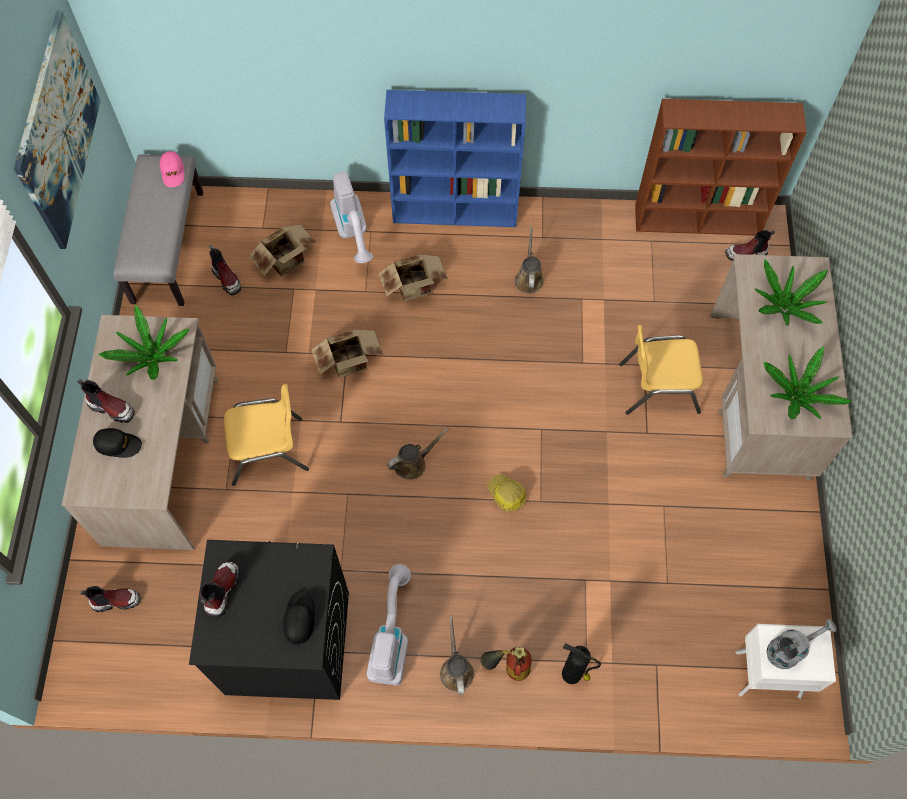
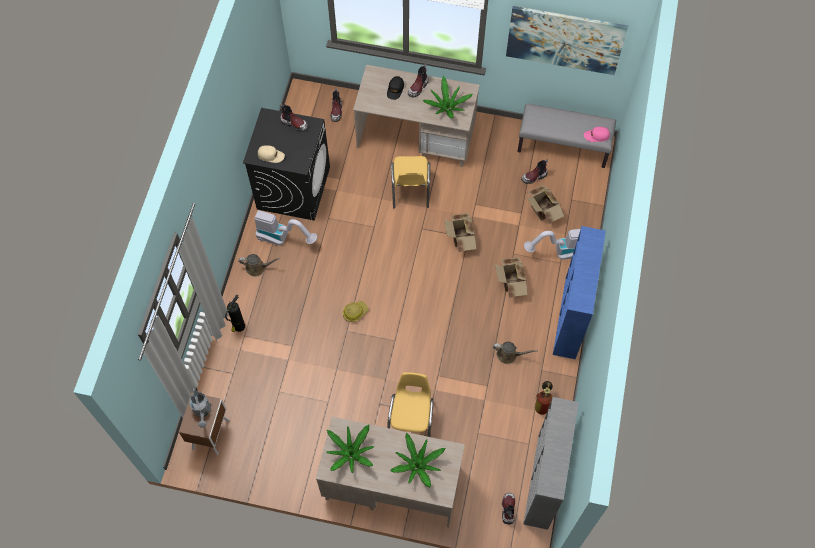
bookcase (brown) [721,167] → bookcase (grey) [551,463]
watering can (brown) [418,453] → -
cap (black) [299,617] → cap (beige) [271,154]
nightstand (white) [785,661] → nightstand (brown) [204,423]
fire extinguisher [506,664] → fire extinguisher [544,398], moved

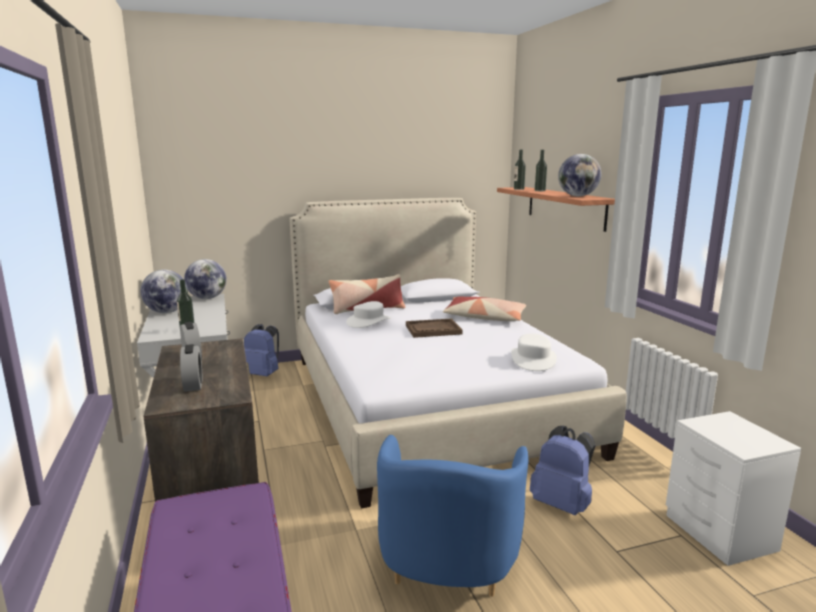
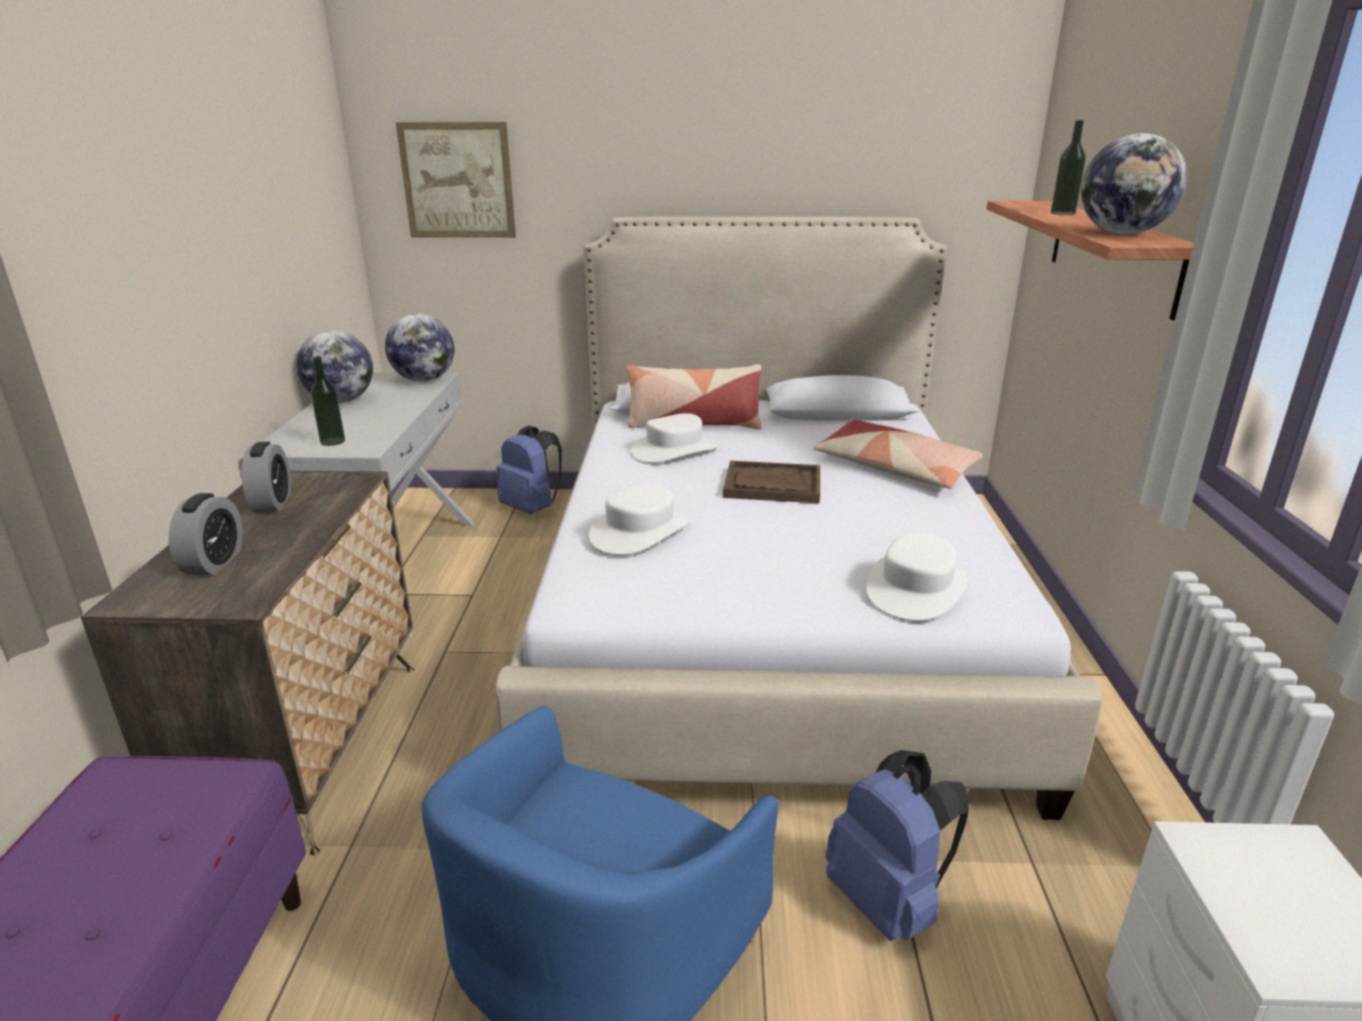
bottle [520,170] → -
- → picture [456,180]
- → hat (white) [640,519]

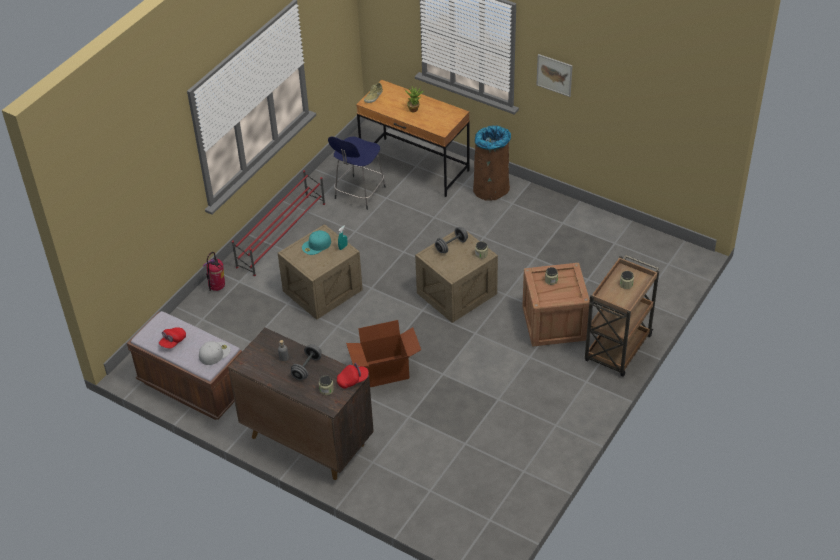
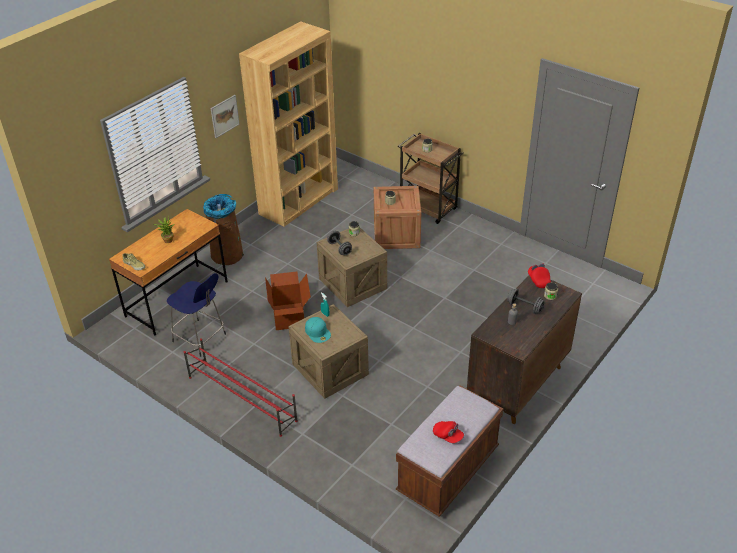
fire extinguisher [214,271] → -
cardboard box [383,353] → cardboard box [288,300], moved
cap (white) [215,353] → -
- → bookcase (brown) [288,124]

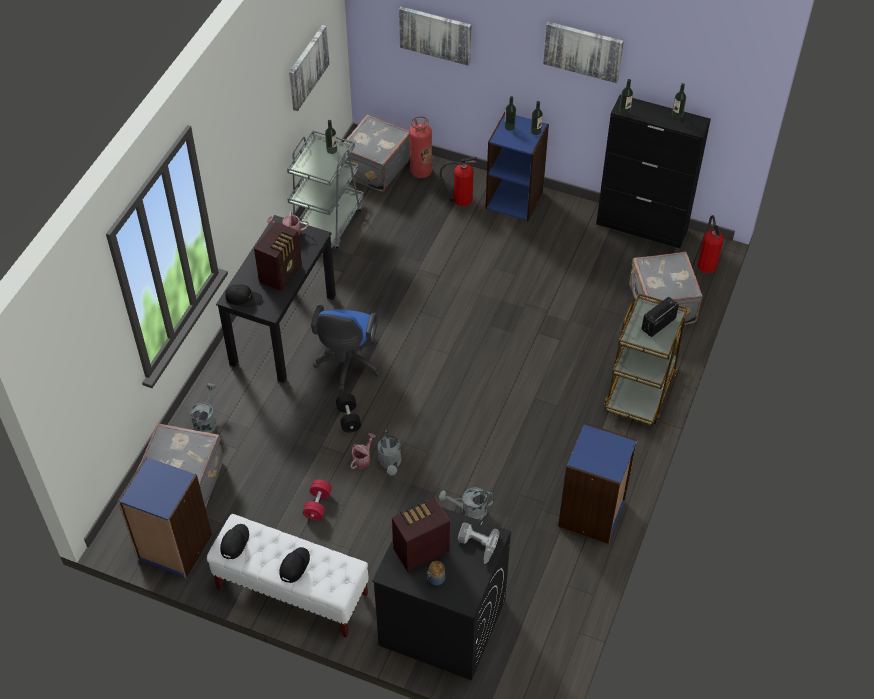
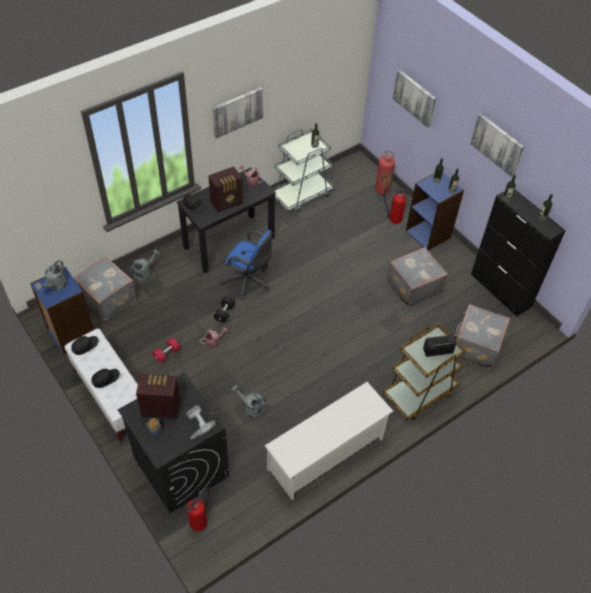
picture [309,68] → picture [238,112], moved
suitcase (grey) [377,153] → suitcase (grey) [417,277], moved
fire extinguisher [710,244] → fire extinguisher [198,509], moved
office chair (blue) [346,347] → office chair (blue) [246,265], 105 degrees counterclockwise
bookcase (blue) [597,483] → shoe rack (white) [329,441]
watering can (grey) [390,452] → watering can (grey) [51,275], moved

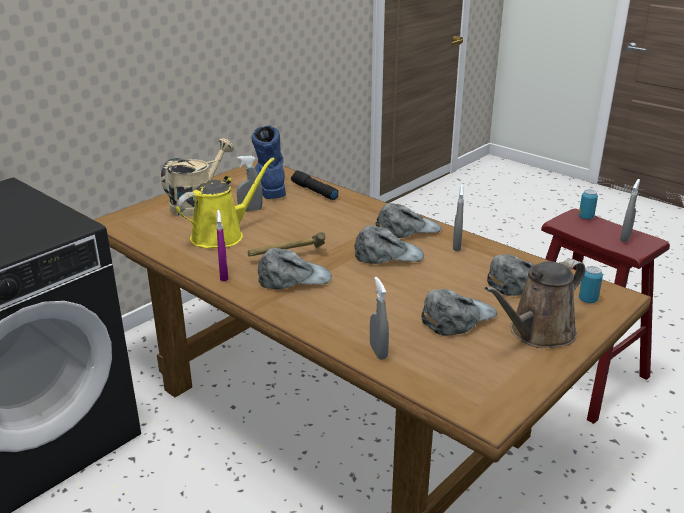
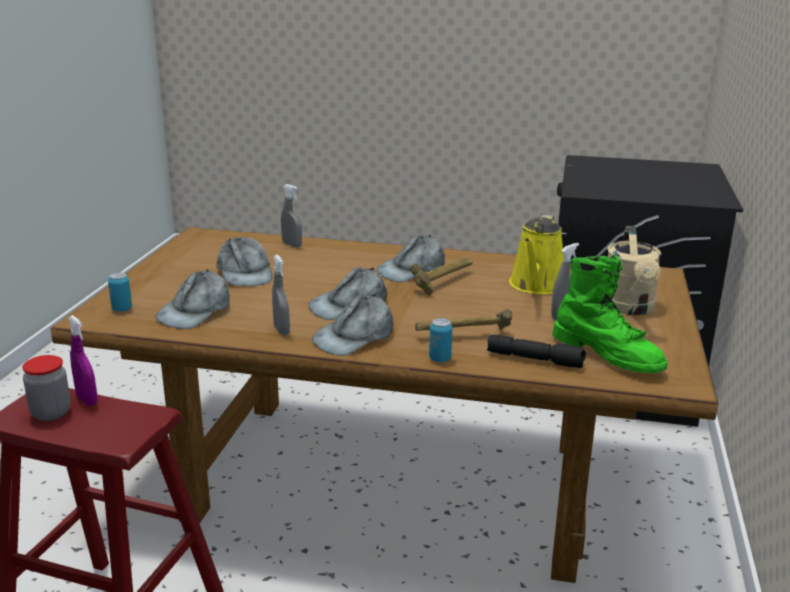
boot (blue) [269,162] → boot (green) [609,313]
spray bottle (grey) [630,210] → jar [46,388]
can [588,204] → can [440,340], moved
spray bottle (purple) [222,245] → spray bottle (purple) [83,360], moved
watering can (brown) [535,303] → -
cap (grey) [459,312] → cap (grey) [244,261], 45 degrees counterclockwise
- → hammer [463,320]

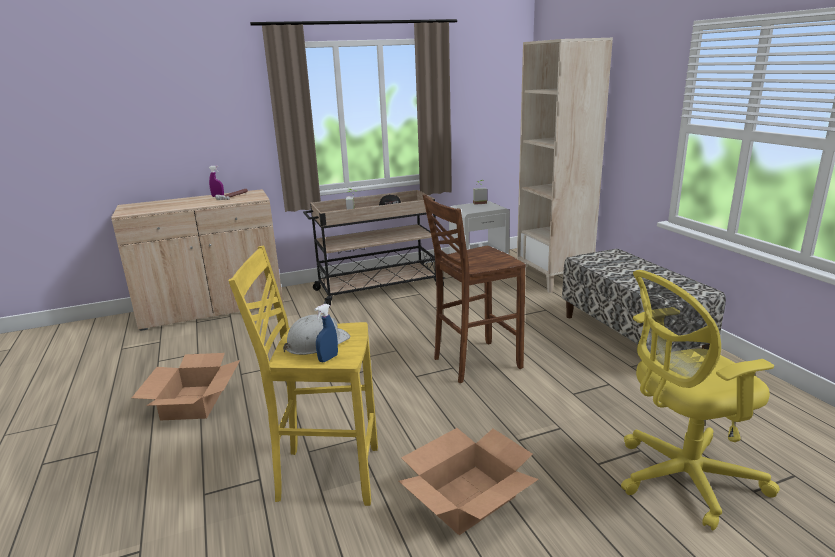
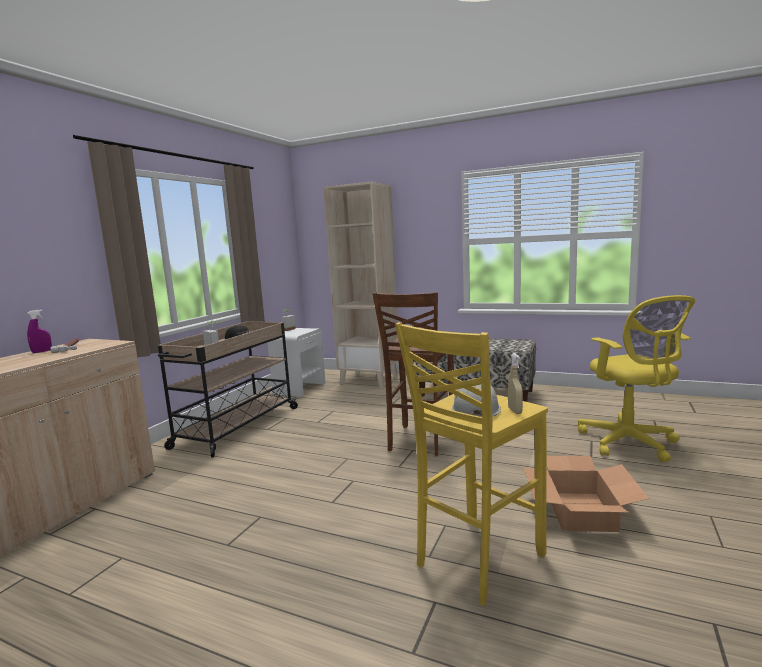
office chair (yellow) [700,400] → office chair (yellow) [636,378], 45 degrees counterclockwise
spray bottle (blue) [326,333] → spray bottle (beige) [515,383]
cardboard box [186,387] → -

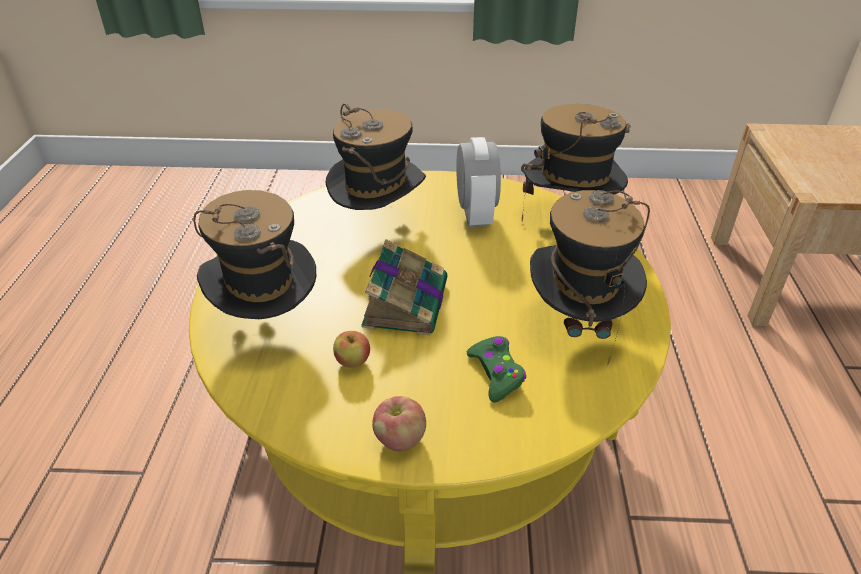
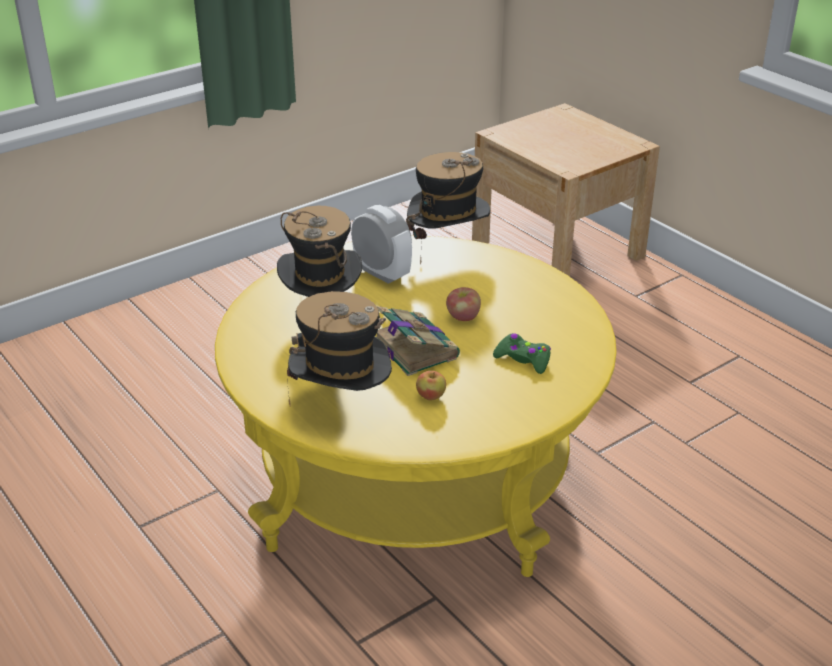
hat [590,278] → -
apple [399,423] → apple [463,304], moved

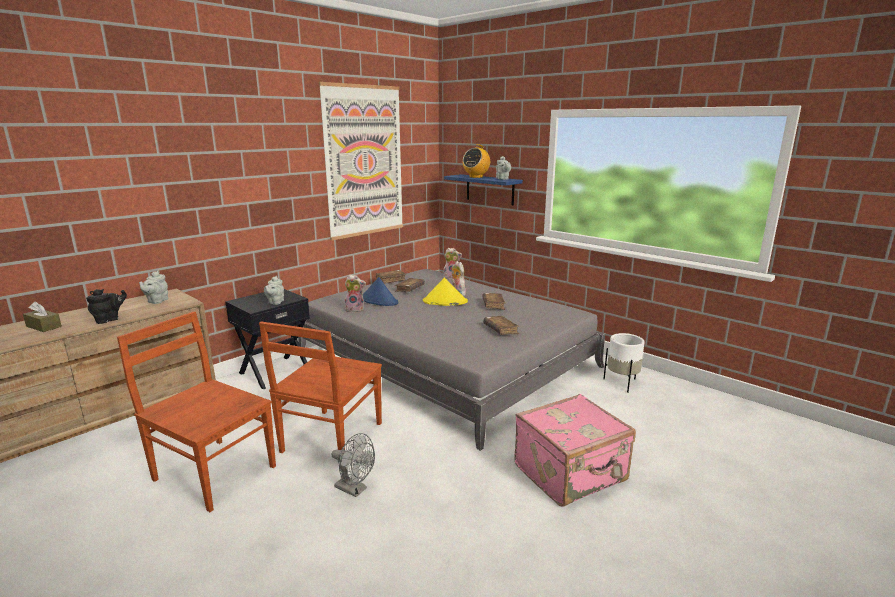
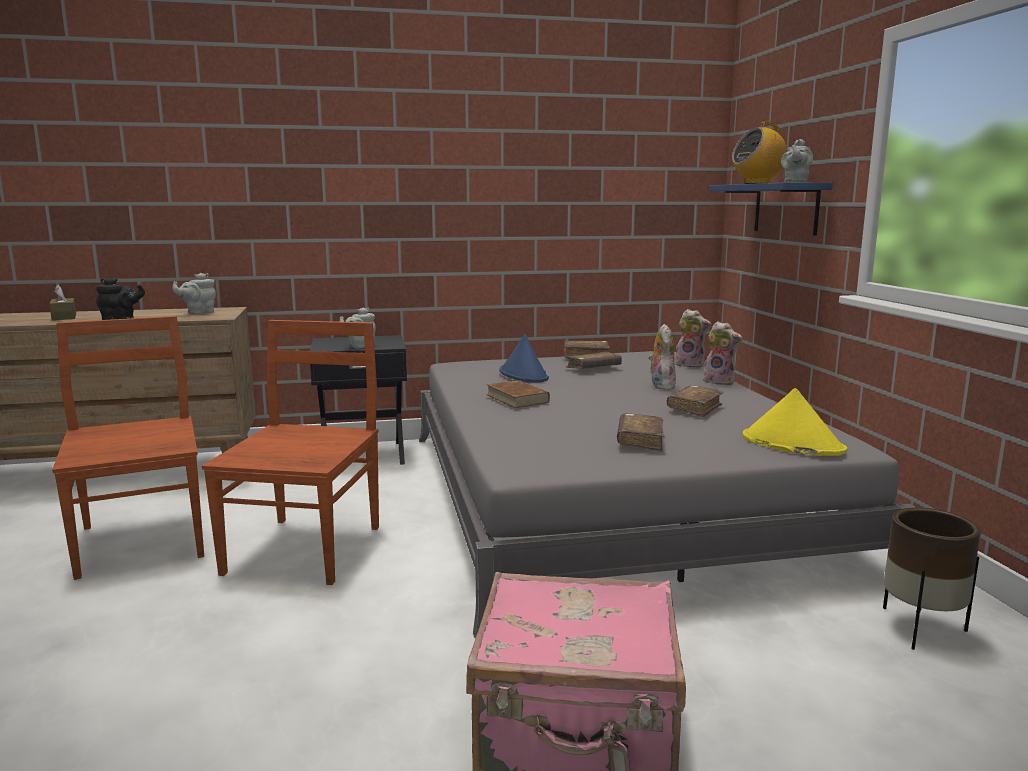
picture [361,161] → -
plush toy [355,293] → plush toy [722,353], moved
hat (yellow) [445,292] → hat (yellow) [795,422], moved
chair (brown) [320,387] → chair (brown) [290,452], 135 degrees clockwise
planter (white) [624,363] → planter (brown) [932,578]
fan (grey) [353,465] → -
- → book (brown) [518,394]

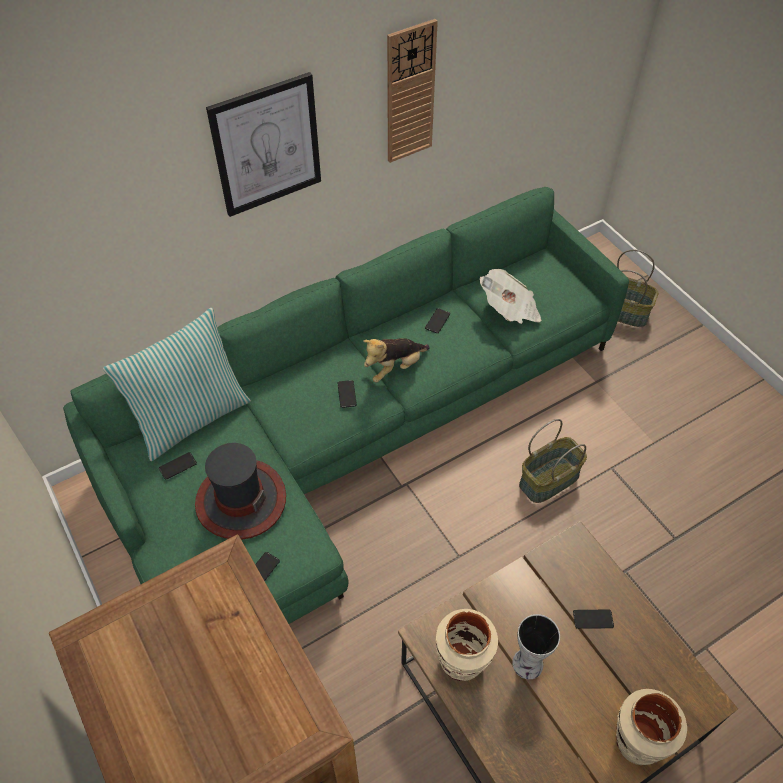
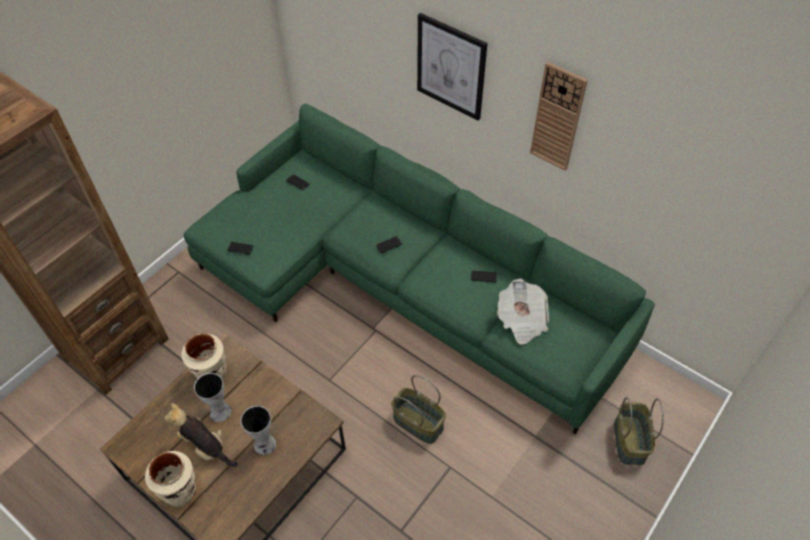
pillow [177,384] → -
plush toy [396,360] → plush toy [201,435], moved
hat [240,491] → -
phone [593,619] → vase [258,430]

